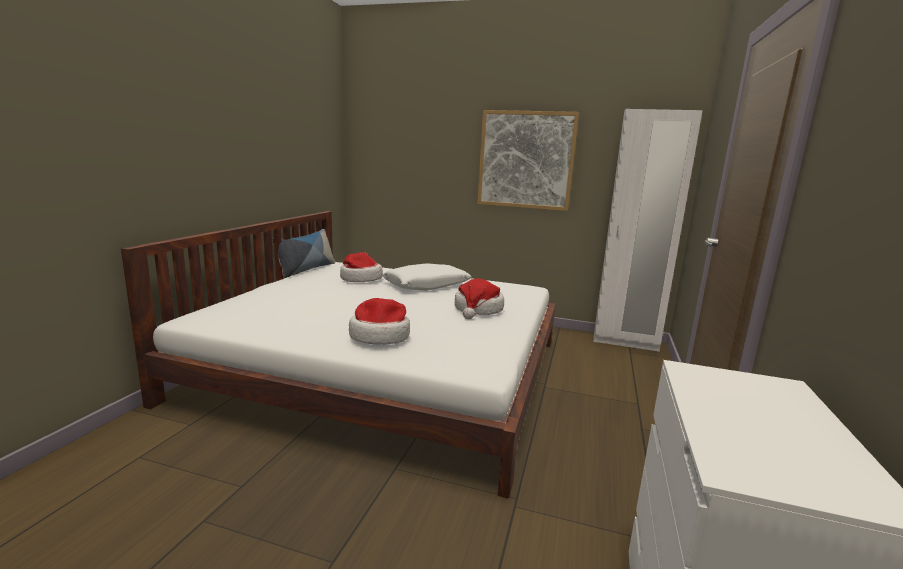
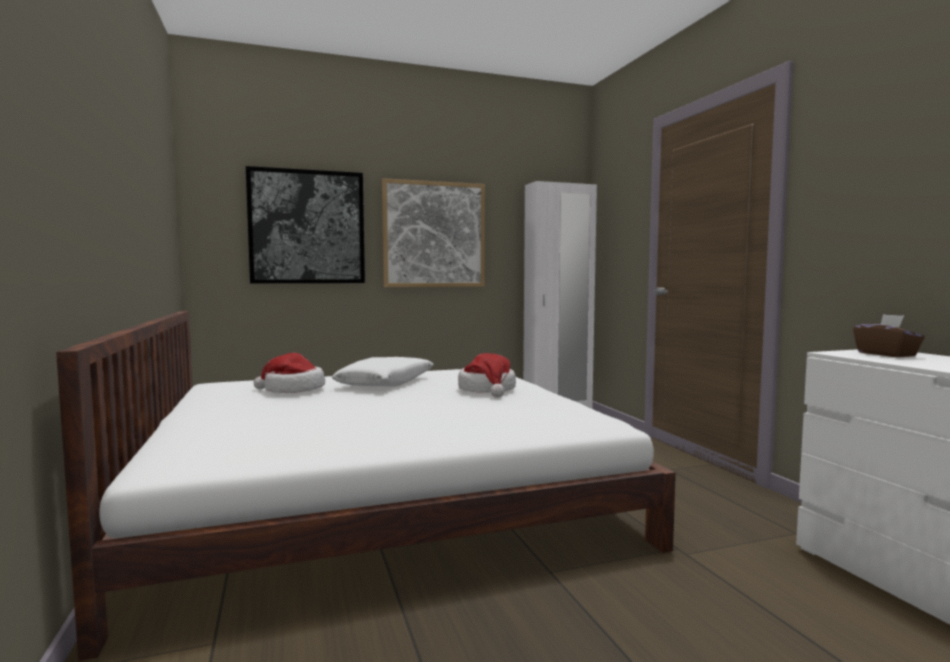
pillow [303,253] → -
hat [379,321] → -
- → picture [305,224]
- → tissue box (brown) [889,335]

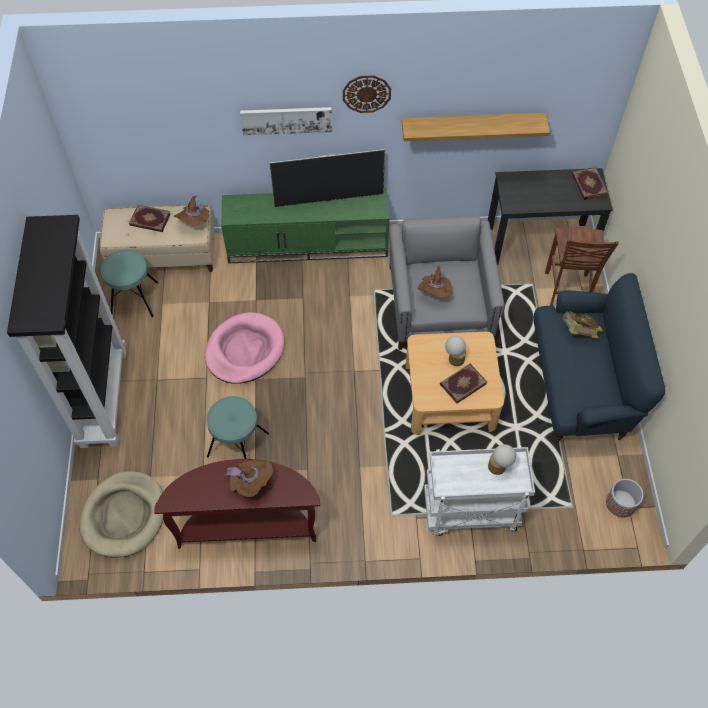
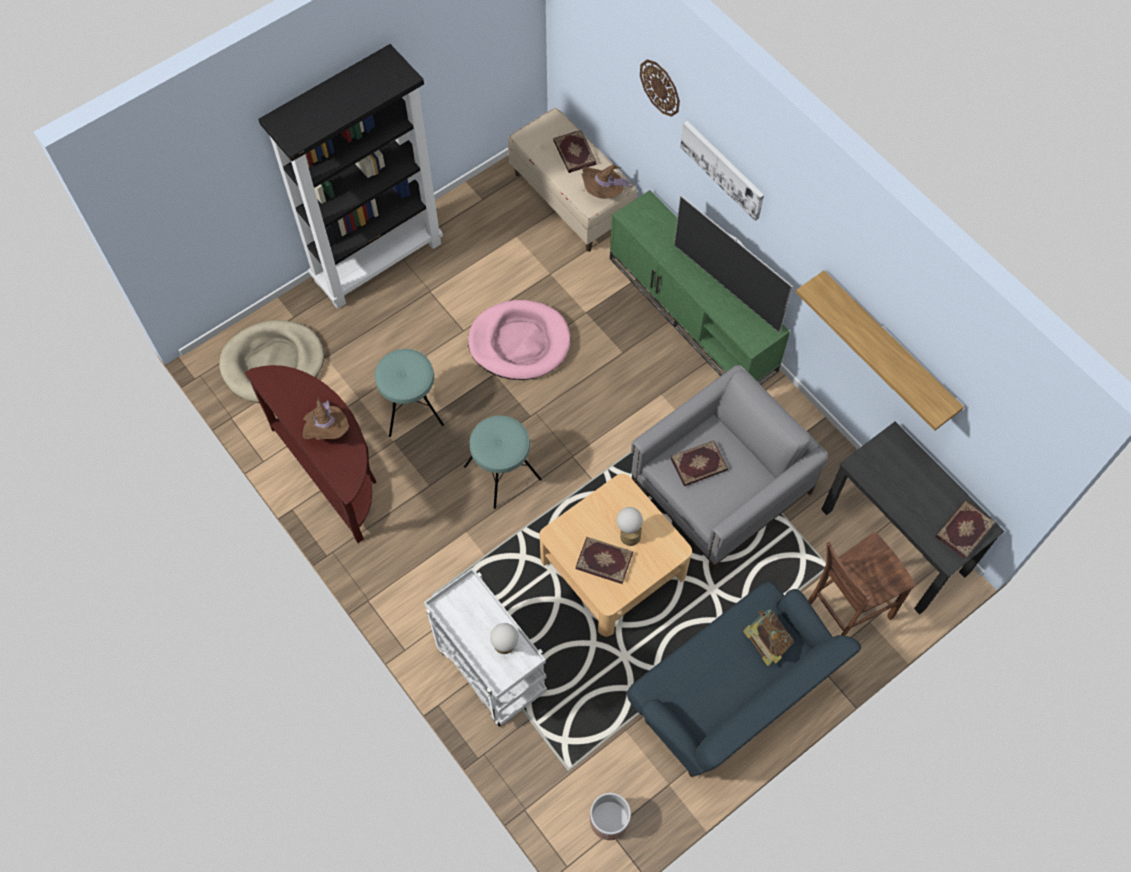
wall clock [367,94] → wall clock [660,88], moved
stool (turquoise) [129,284] → stool (turquoise) [503,462], moved
hat (brown) [435,282] → book [699,463]

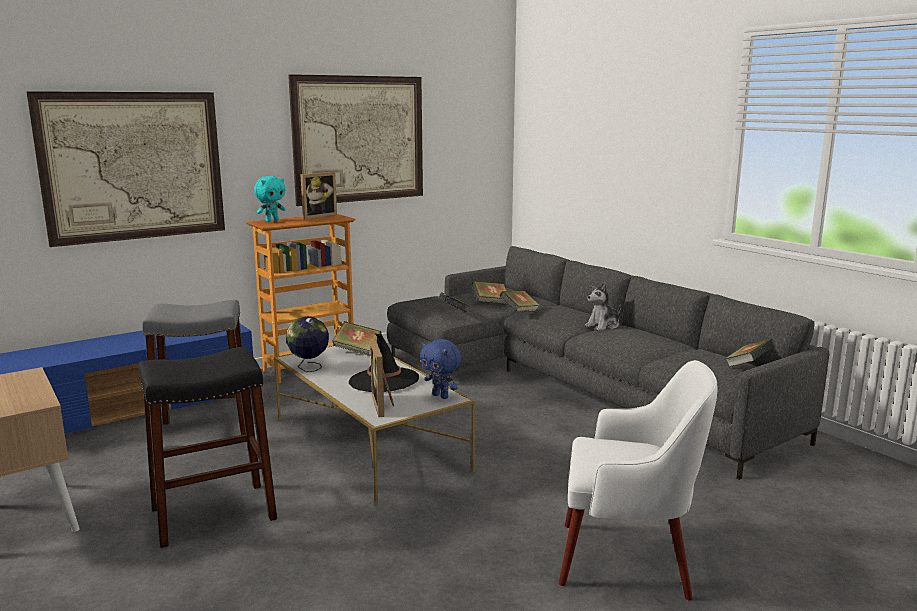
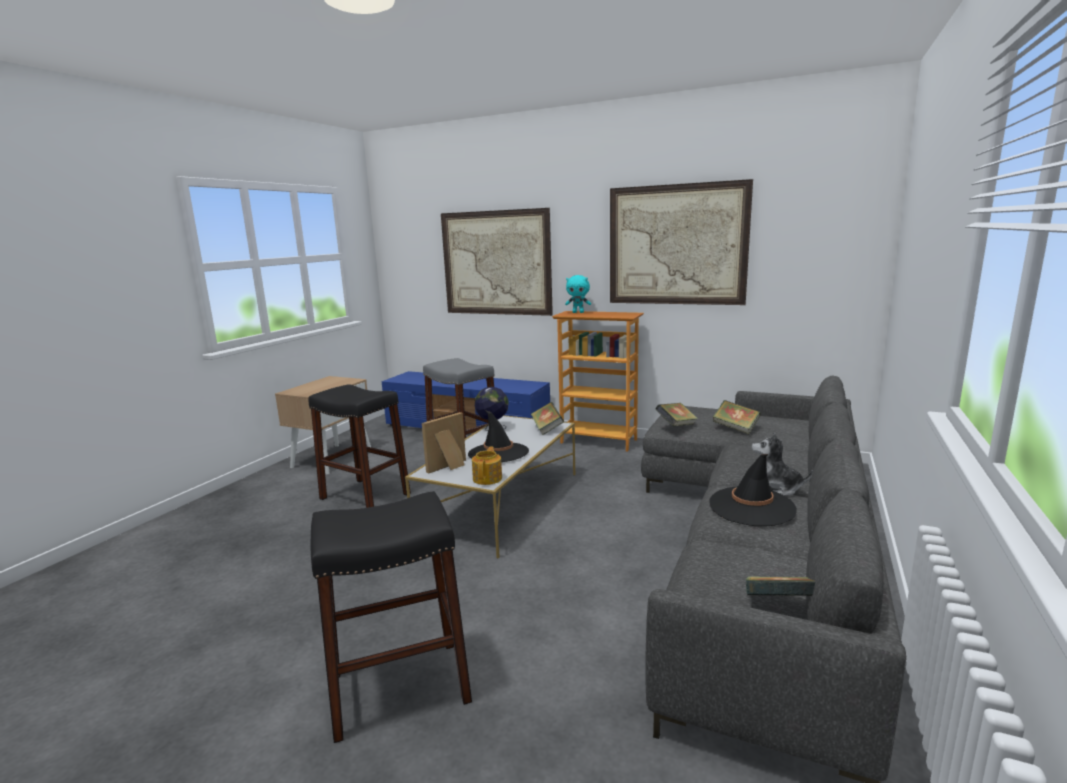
picture frame [318,195] → -
book [520,301] → -
plush toy (blue) [440,369] → teapot [487,466]
armchair (white) [638,480] → stool (black) [391,617]
- → hat (black) [753,490]

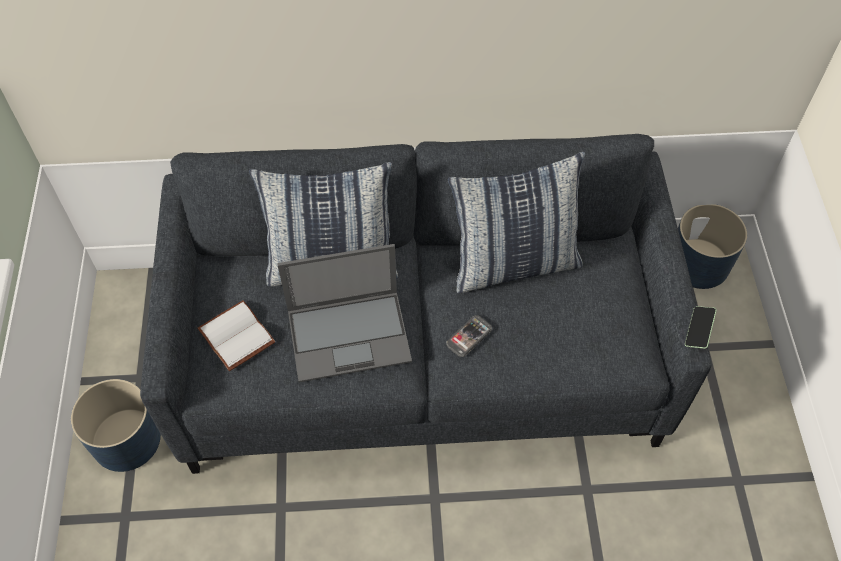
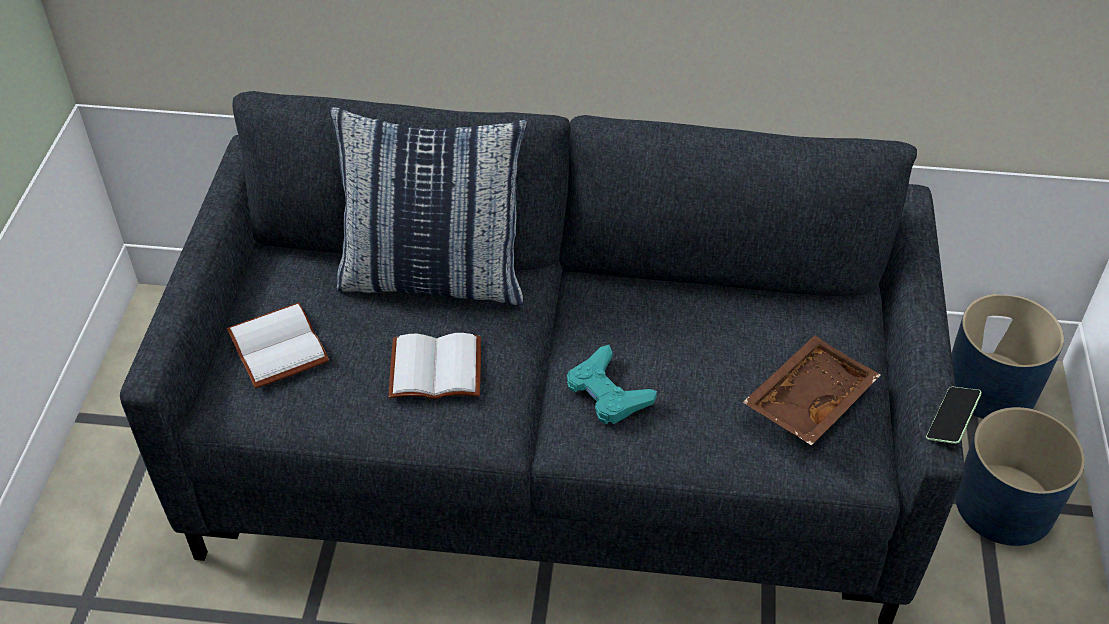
pillow [516,222] → -
laptop [344,313] → book (white) [434,366]
phone [469,336] → game controller (turquoise) [612,384]
planter (blue) [116,425] → planter (blue) [1020,476], moved
- → tray (brown) [811,390]

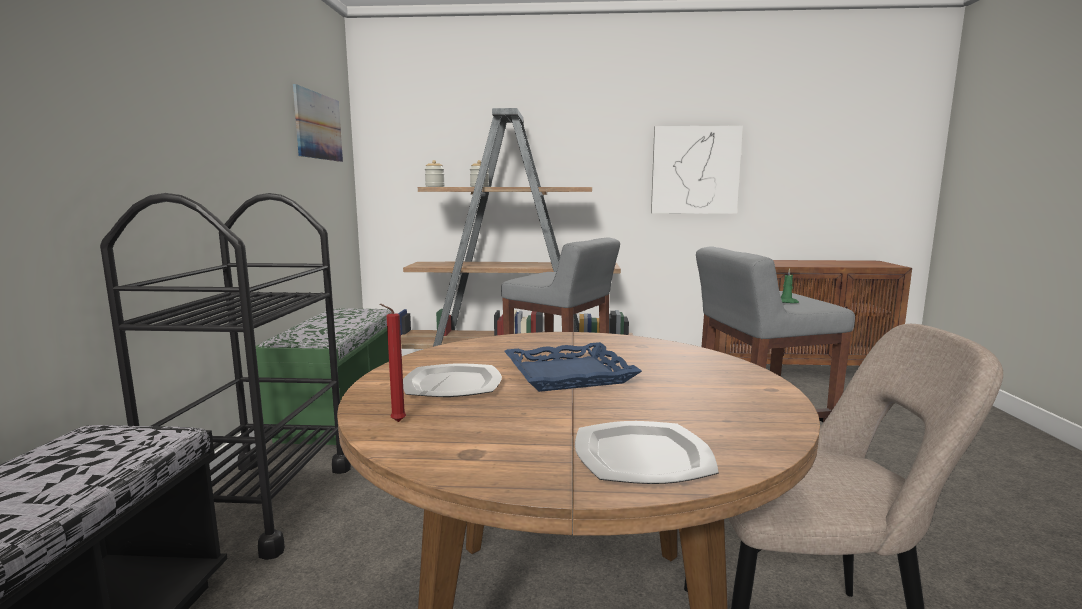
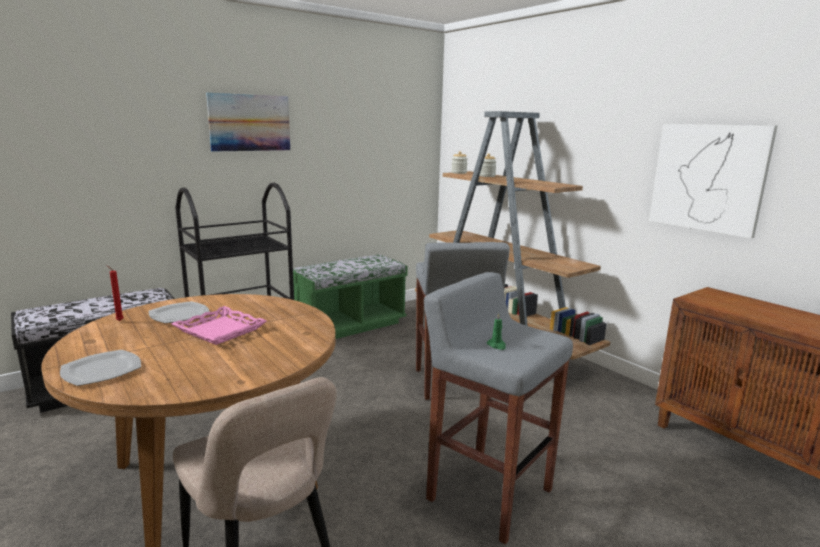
picture [318,123] → picture [248,122], moved
tray (blue) [573,367] → tray (pink) [219,325]

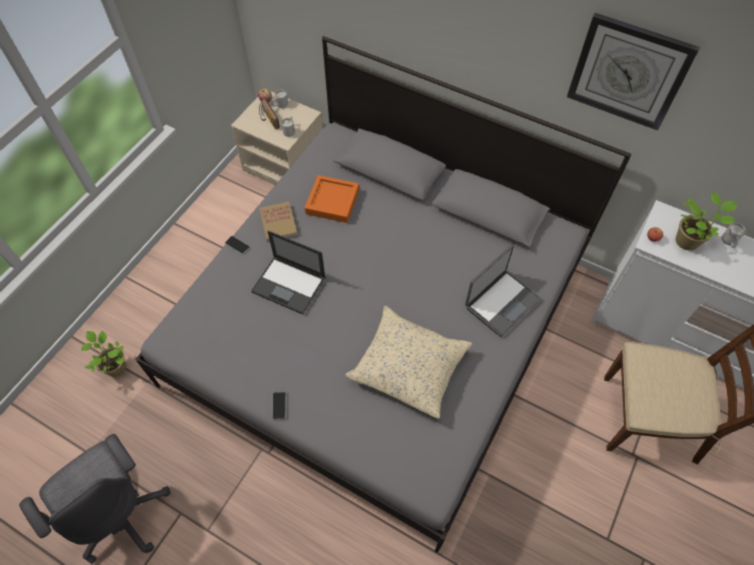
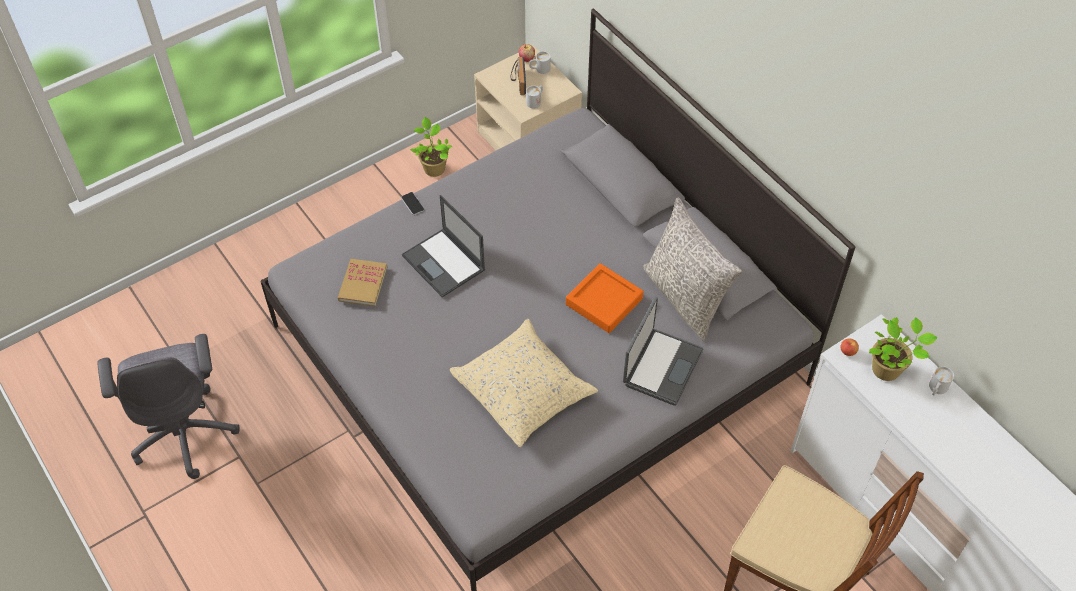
wall clock [633,72] → -
tray (orange) [332,199] → tray (orange) [604,298], moved
book [278,222] → book [362,283], moved
laptop [503,291] → laptop [663,351], 45 degrees counterclockwise
potted plant [103,354] → potted plant [431,147], moved
phone [279,405] → -
- → pillow (grey) [692,269]

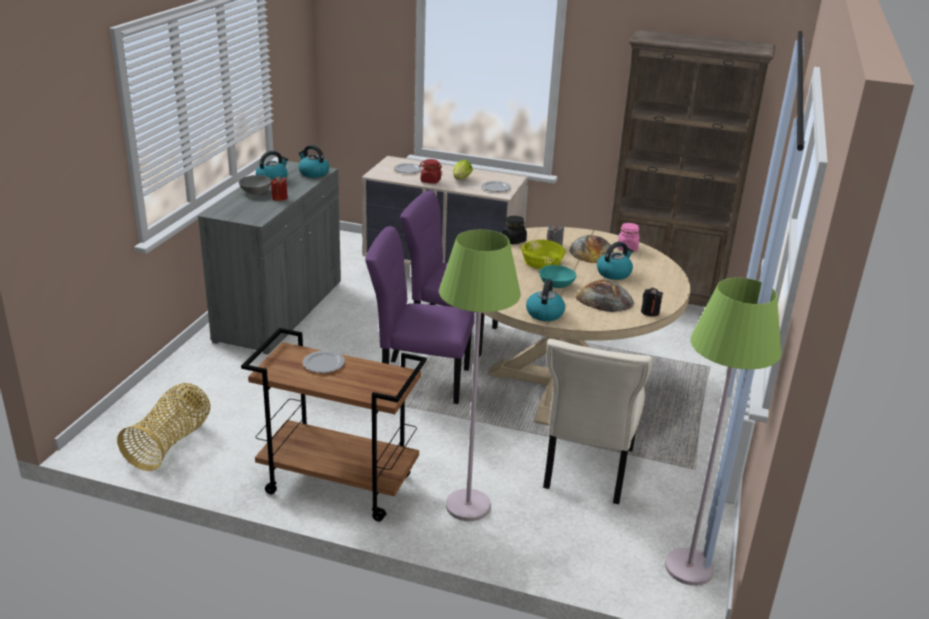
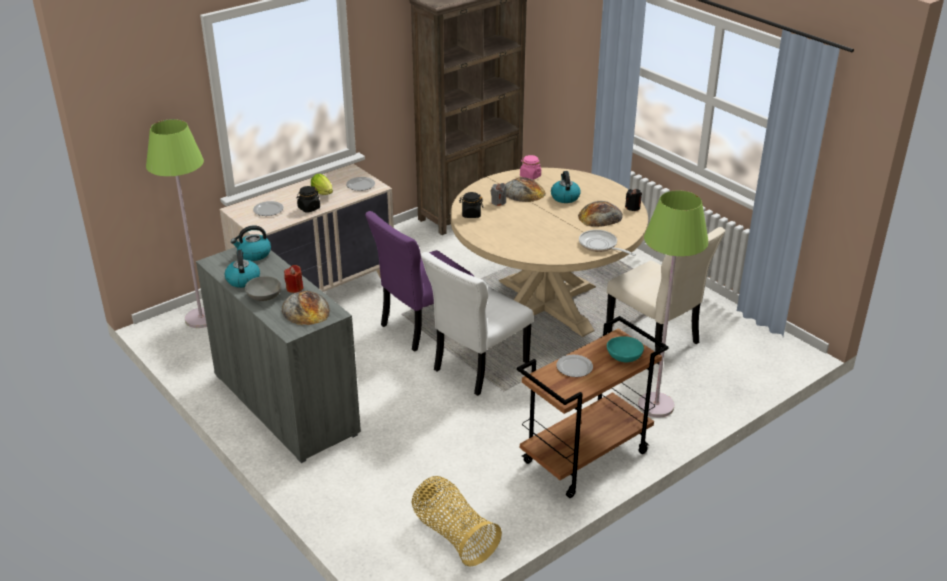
jar (red) [430,171] → jar (black) [308,199]
chair (purple) [419,315] → chair (white) [477,324]
bowl (yellow) [543,254] → -
bowl (turquoise) [557,276] → bowl (turquoise) [625,349], moved
floor lamp (green) [723,431] → floor lamp (green) [176,223], moved
kettle [545,300] → frying pan [607,243]
- → bread [306,308]

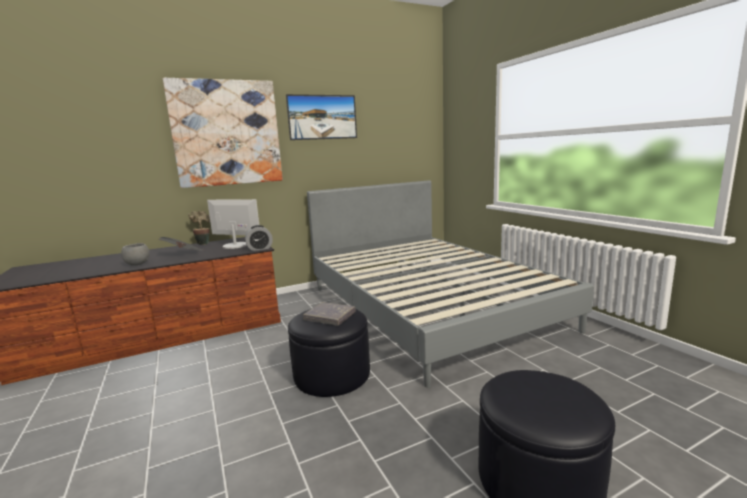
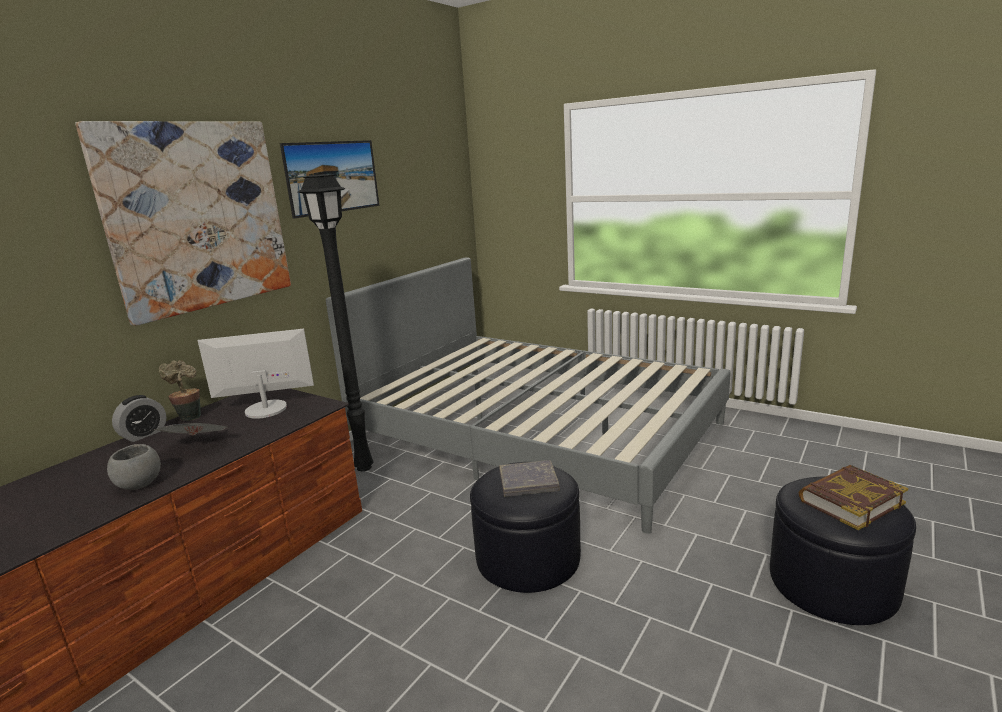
alarm clock [259,238] → alarm clock [139,418], moved
- → floor lamp (black) [335,321]
- → book [853,497]

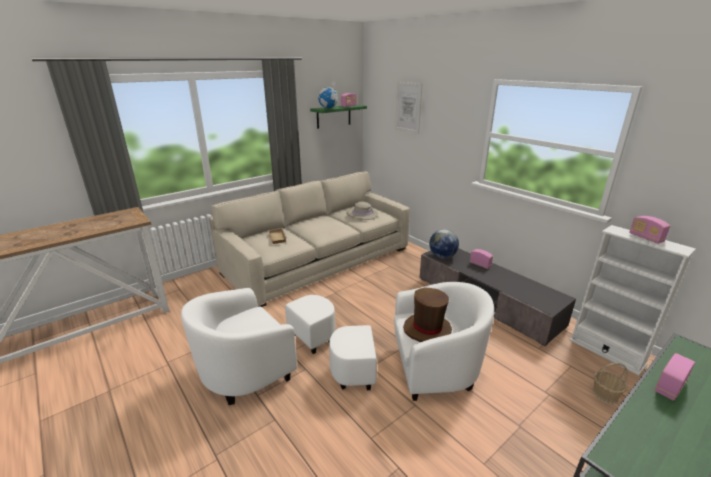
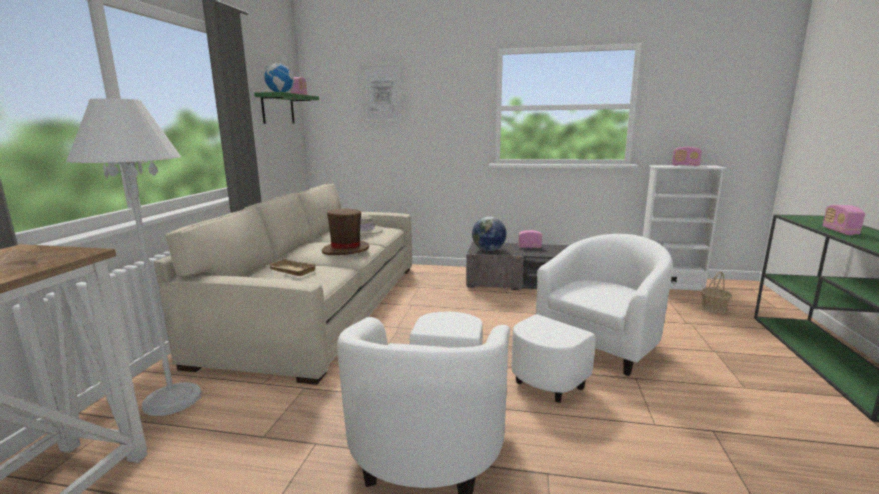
hat (brown) [427,315] → hat (brown) [345,232], moved
- → floor lamp (white) [134,257]

